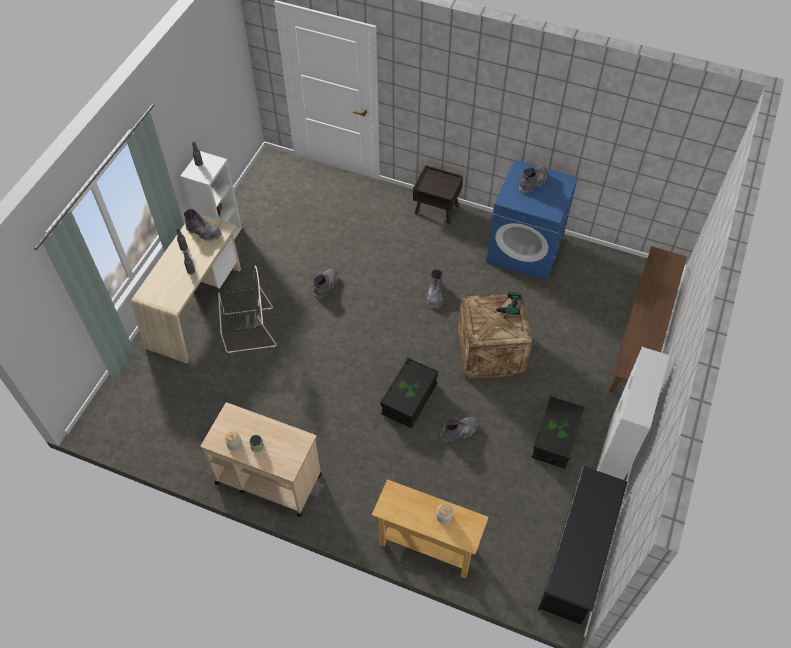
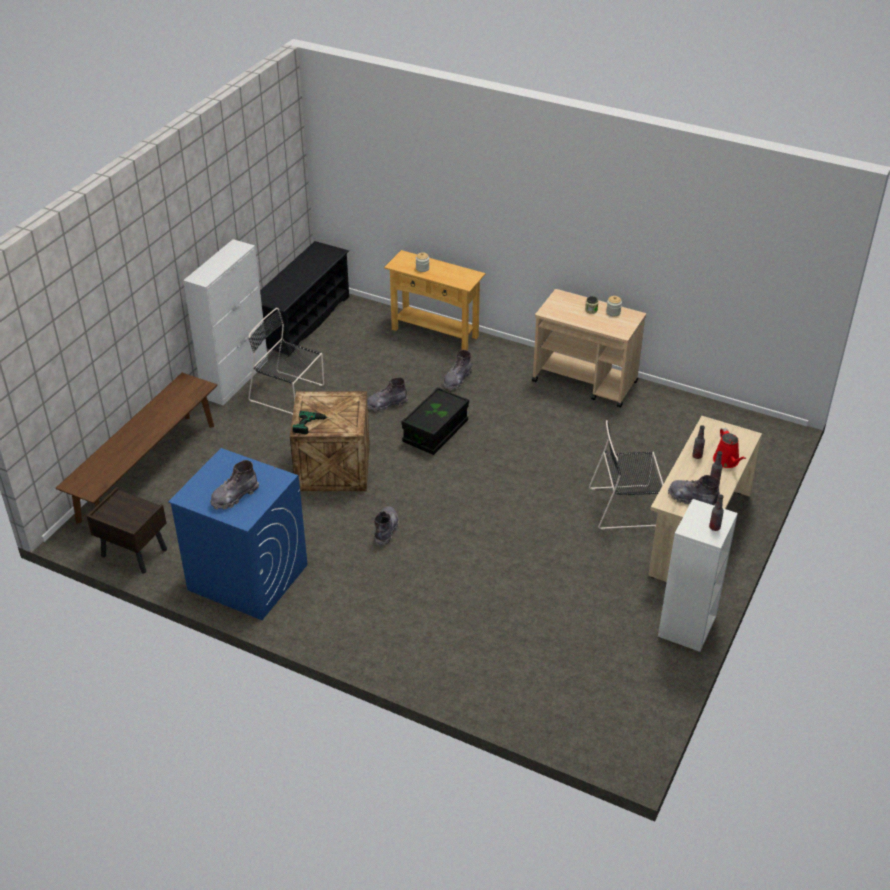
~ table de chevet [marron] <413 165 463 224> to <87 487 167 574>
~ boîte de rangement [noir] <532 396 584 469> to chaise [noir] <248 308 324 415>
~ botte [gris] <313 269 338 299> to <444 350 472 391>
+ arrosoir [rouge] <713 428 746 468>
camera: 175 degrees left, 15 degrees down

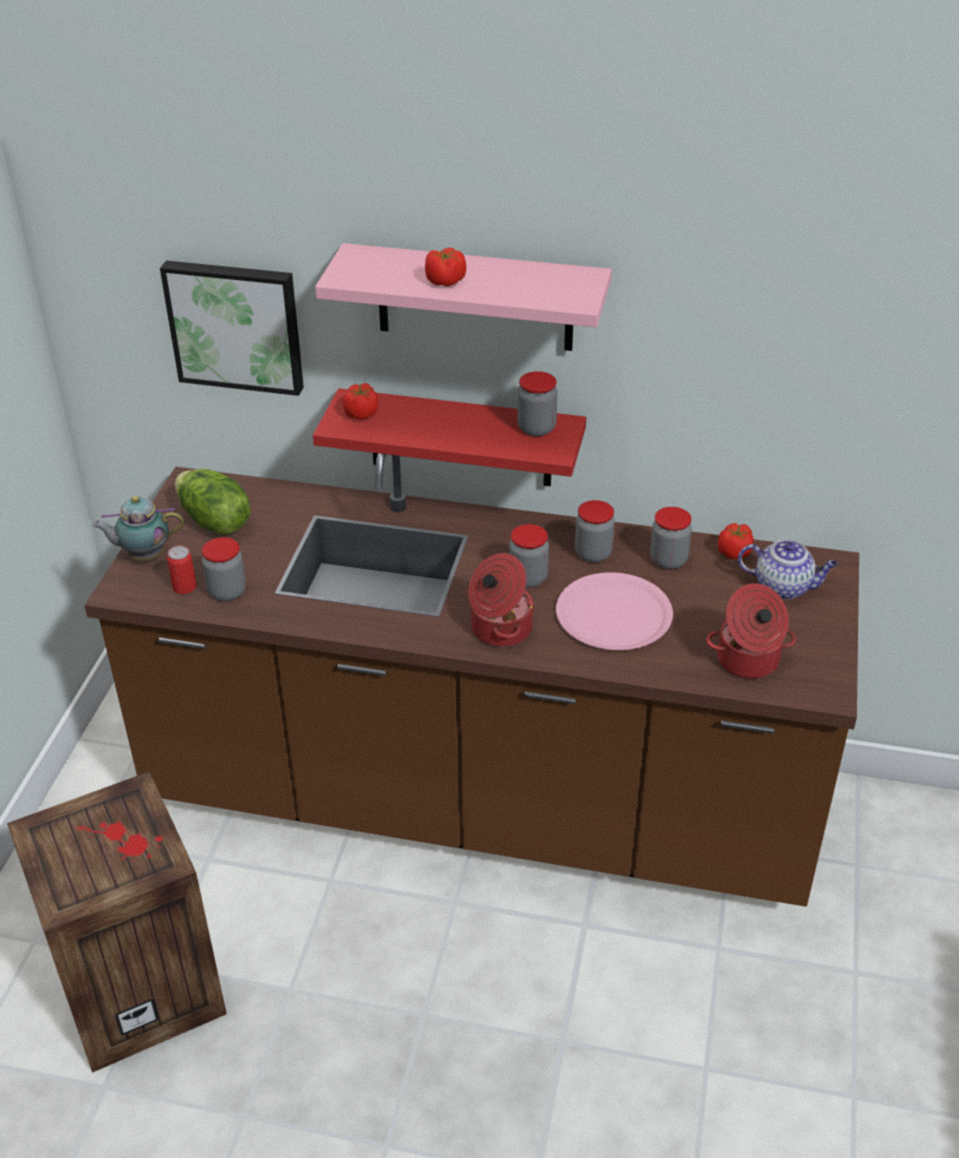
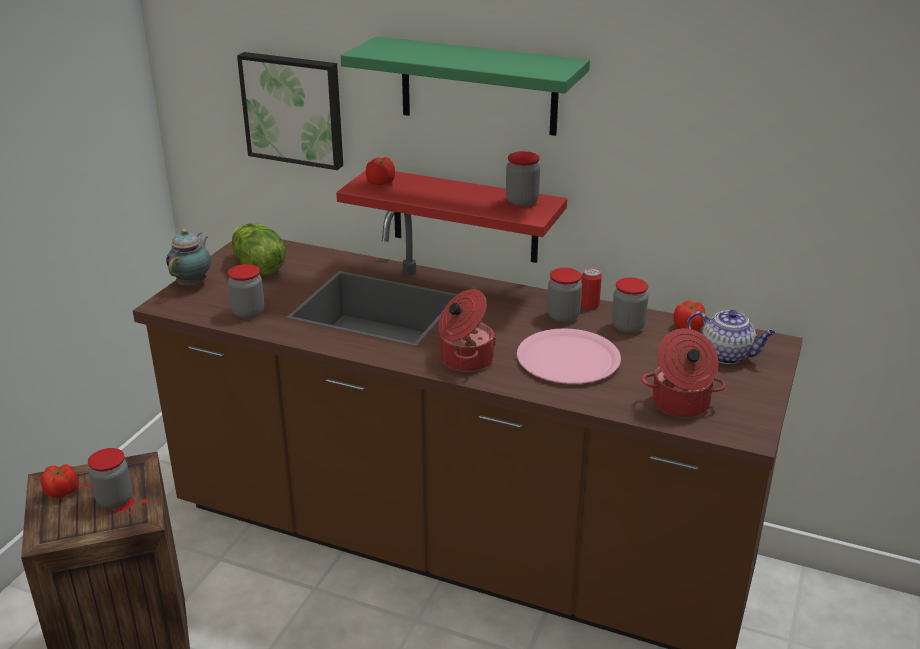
~ tomate <425 248 466 286> to <40 464 79 498>
~ bocal <509 524 549 588> to <88 448 132 509>
~ théière <92 496 184 561> = <166 229 211 287> 105 degrees clockwise
~ étagère [rose] <315 243 612 351> to étagère [vert] <341 36 590 136>
~ boîte métallique <167 546 197 594> to <581 268 602 309>
camera: 10 degrees right, 10 degrees down

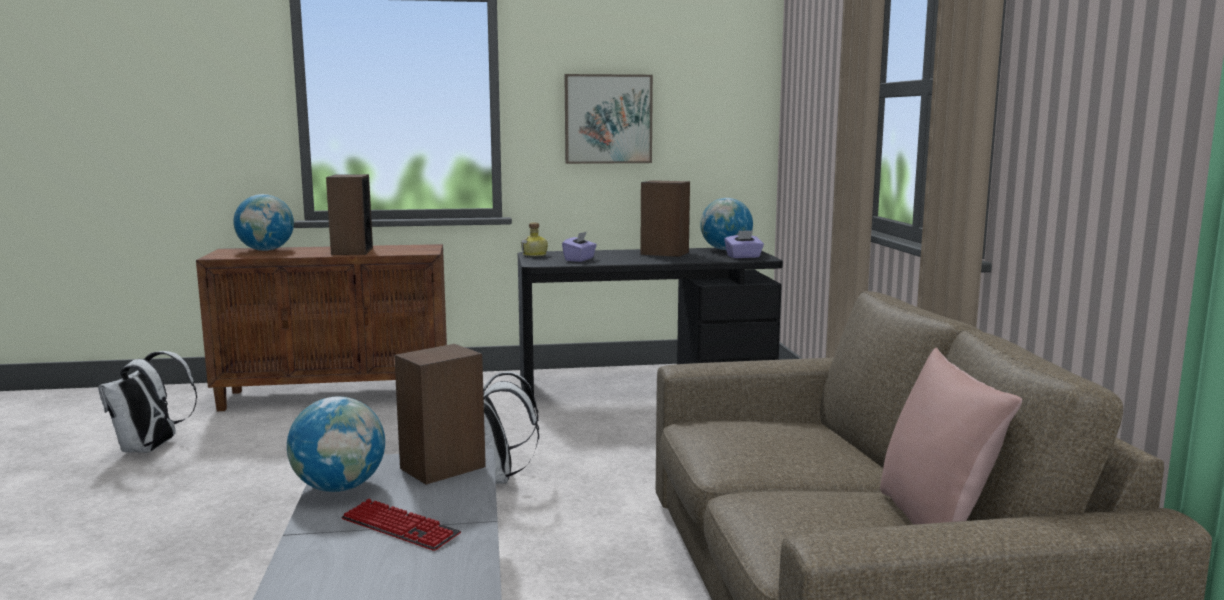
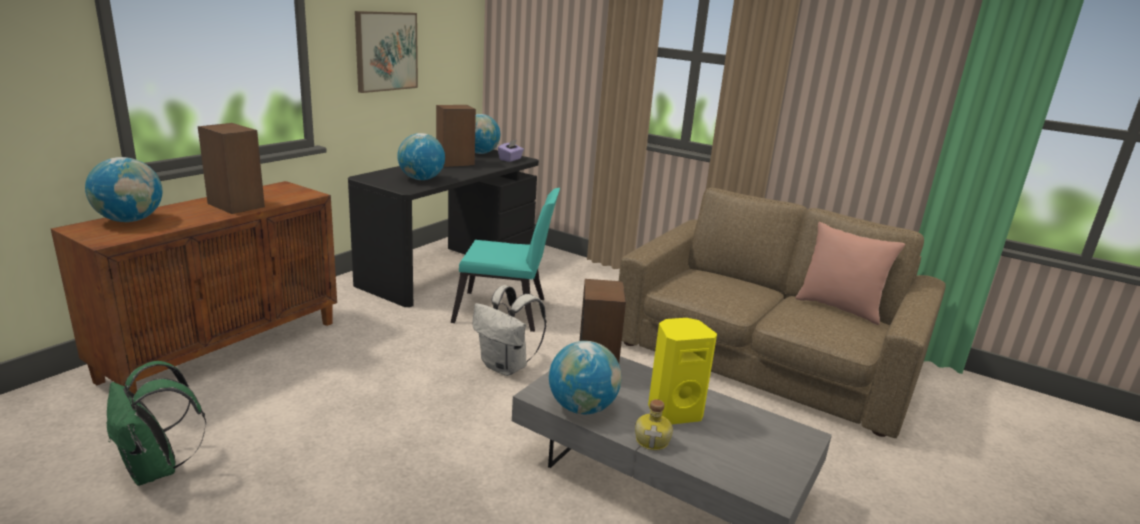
~ sac à dos [blanc] <98 351 197 453> to sac à dos [vert] <107 361 206 486>
~ boîte à mouchoirs [violet] <562 232 597 262> to globe <397 133 445 180>
+ chaise [turquoise] <450 188 560 332>
~ bouteille <521 223 548 256> to <635 399 673 450>
~ clavier <341 499 461 551> to enceinte [jaune] <648 318 717 424>
camera: 50 degrees left, 10 degrees up

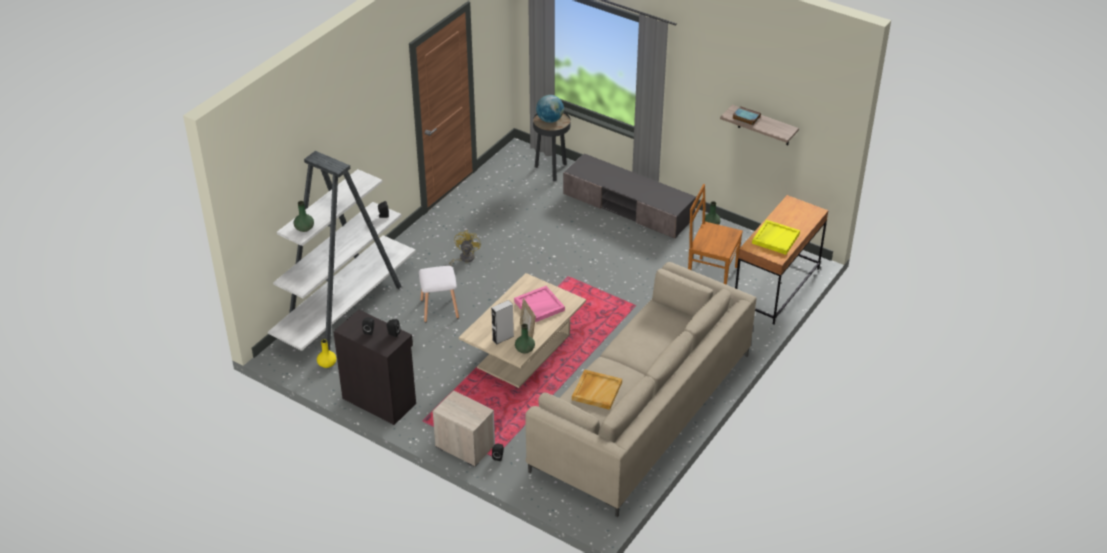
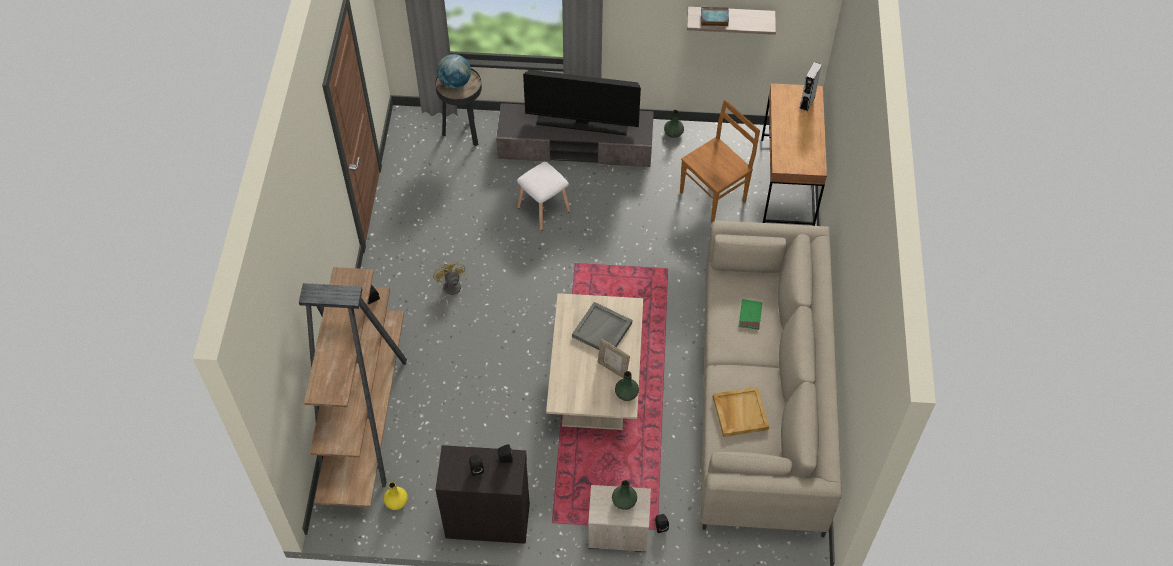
~ bibliothèque [blanc] <268 151 416 351> to bibliothèque [marron] <299 267 407 507>
~ tabouret [blanc] <419 266 459 322> to <517 162 570 231>
+ téléviseur <523 70 641 135>
~ plateau [rose] <514 286 565 322> to plateau [gris] <572 302 632 350>
~ vase [vert] <294 201 314 232> to <612 480 637 510>
~ chaise [marron] <688 184 743 285> = <680 99 760 223> 150 degrees clockwise
+ livre [vert] <738 299 762 330>
~ enceinte [gris] <491 300 514 345> to <799 62 822 111>
- plateau [jaune] <752 220 800 255>
camera: 30 degrees left, 15 degrees up

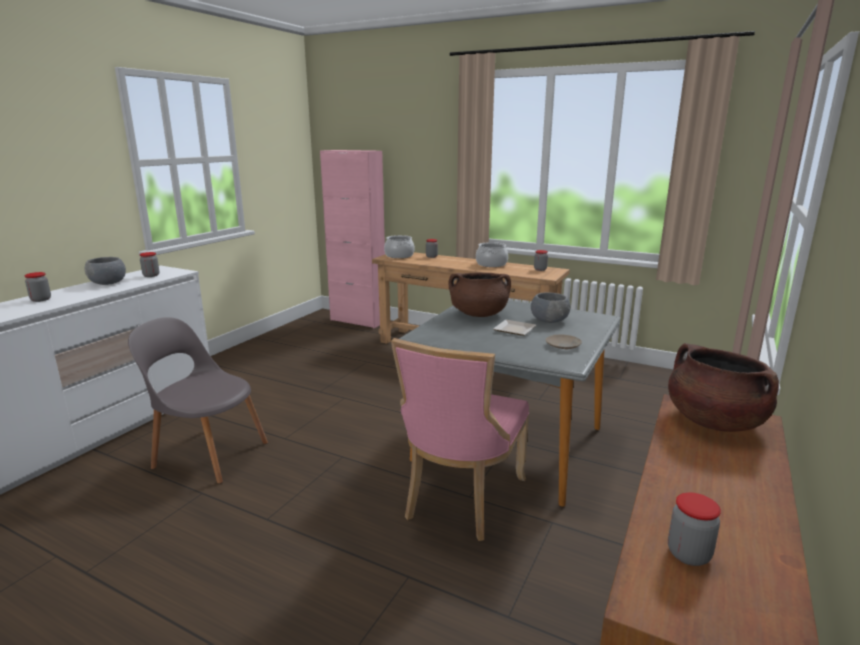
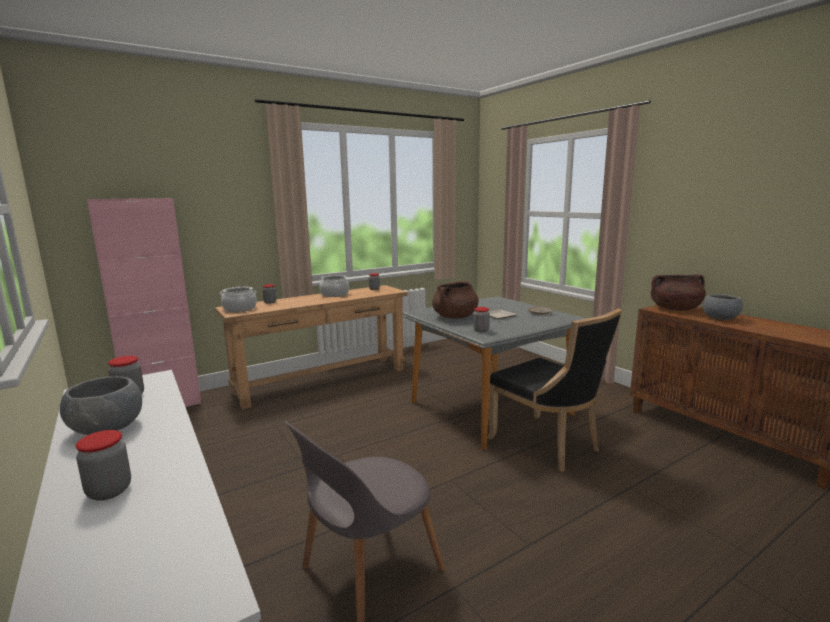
~ bocal <668 492 721 566> to <473 307 490 332>
~ chaise [rose] <391 338 529 541> to chaise [noir] <487 309 622 472>
~ bol [gris] <531 292 570 323> to <703 294 743 320>
camera: 60 degrees left, 5 degrees down

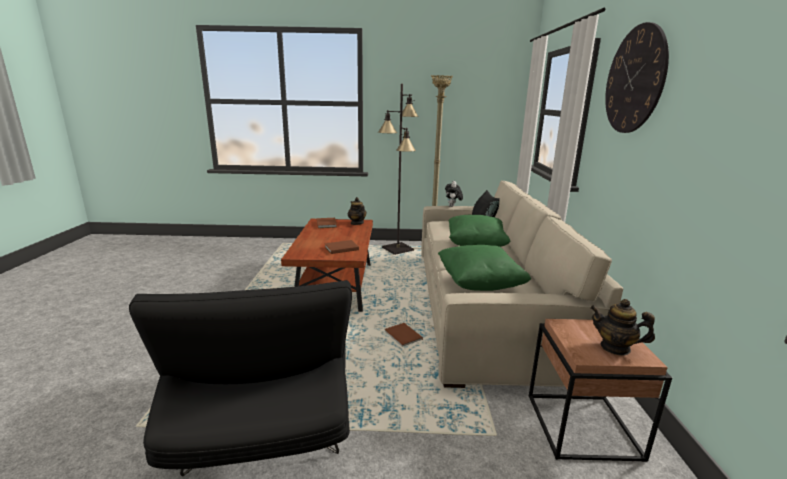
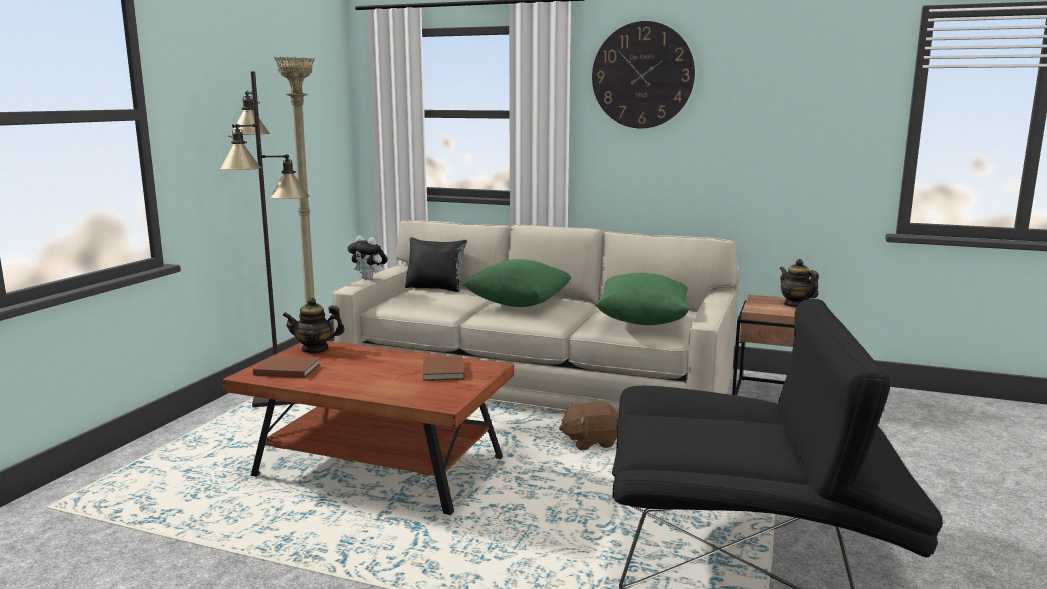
~ livre [marron] <384 323 423 347> to peluche [marron] <559 401 619 450>
~ théière <590 299 655 356> = <779 259 819 307> 105 degrees clockwise
camera: 70 degrees left, 5 degrees down

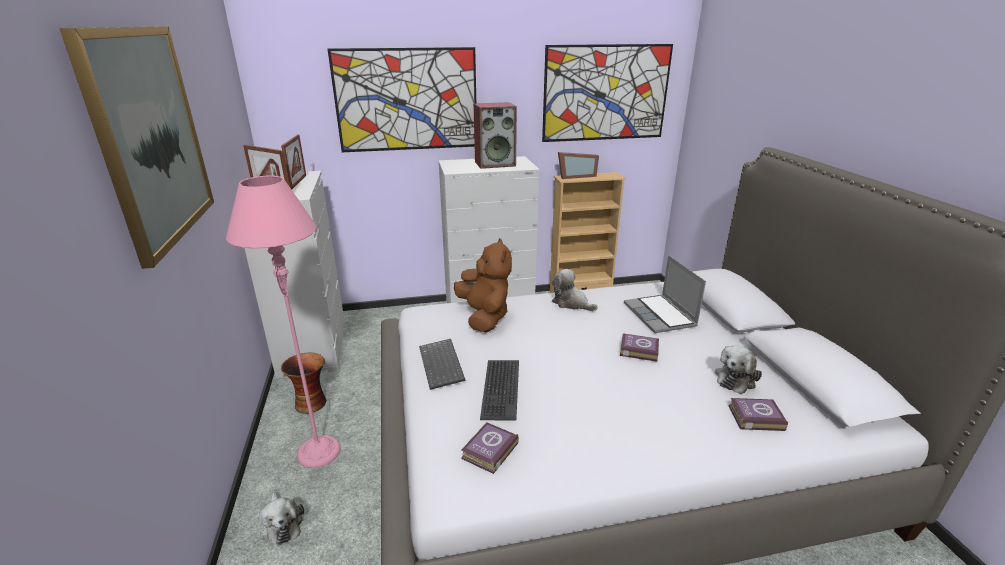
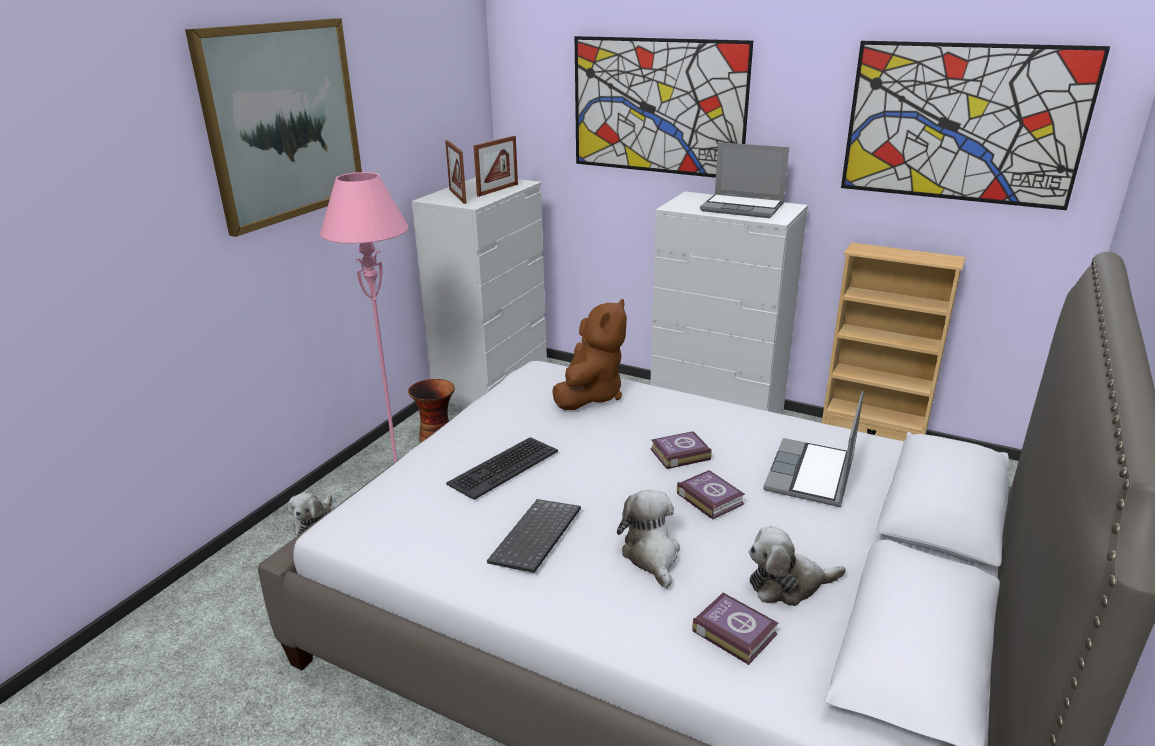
~ clavier <419 339 465 390> to <487 499 581 573>
~ peluche <552 269 598 311> to <617 490 680 589>
~ livre <461 422 519 474> to <651 431 712 469>
~ enceinte <474 102 517 169> to ordinateur portable <700 142 789 218>
- cadre photo <558 152 599 179>
camera: 40 degrees right, 0 degrees up

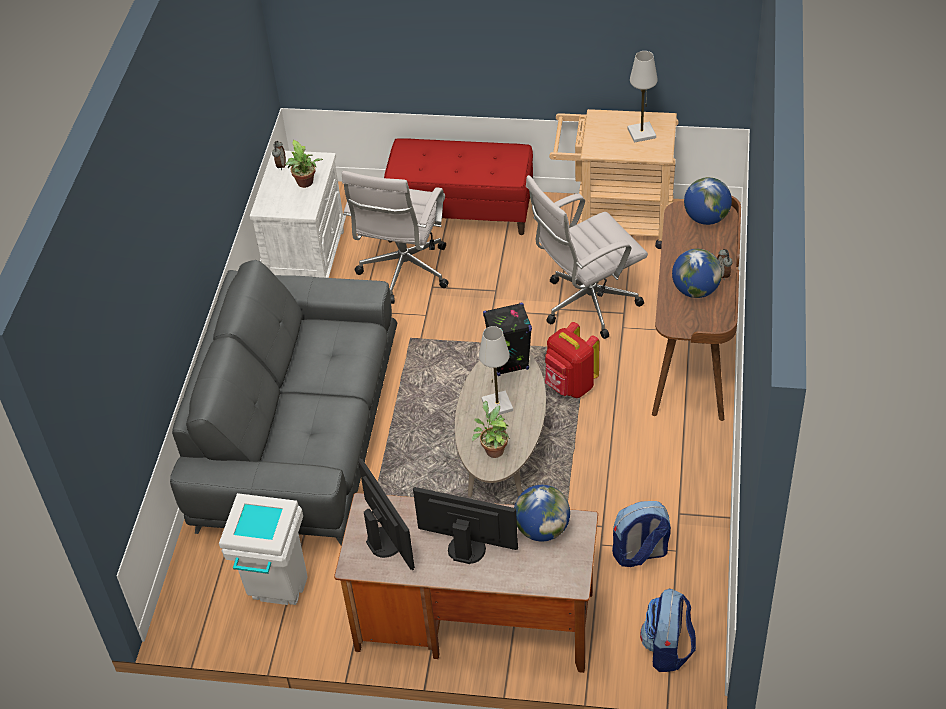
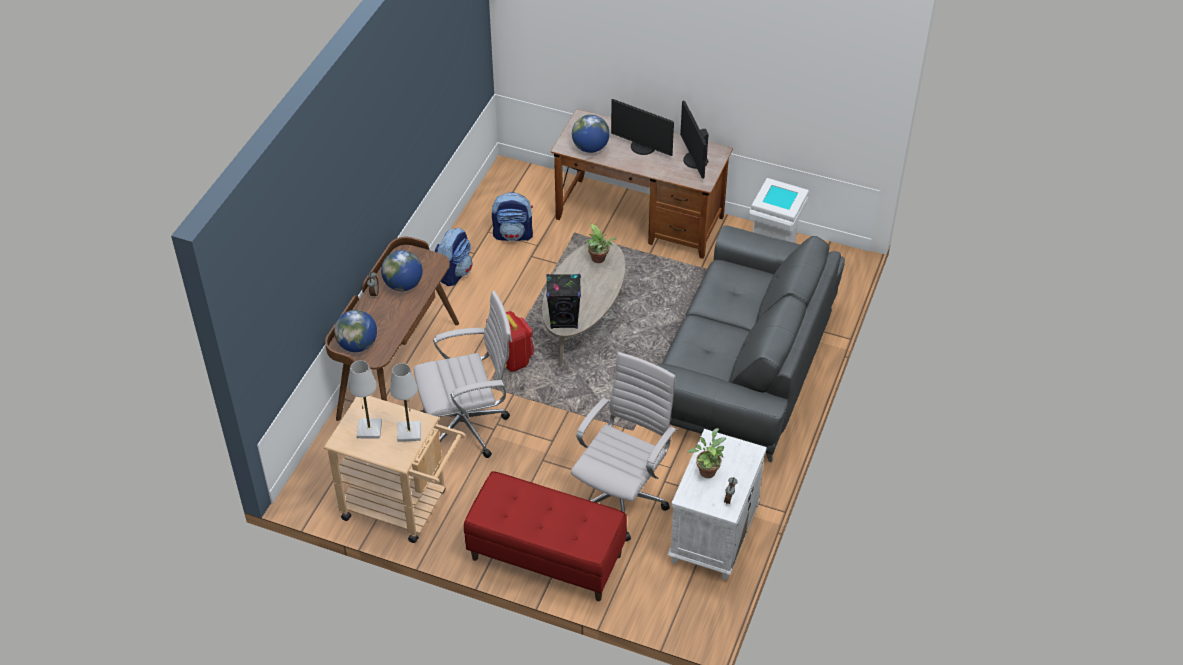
~ lampe de table [blanc] <479 326 513 415> to <390 363 421 442>
~ sac à dos <640 589 696 672> to <435 228 473 286>
camera: 170 degrees left, 0 degrees up

